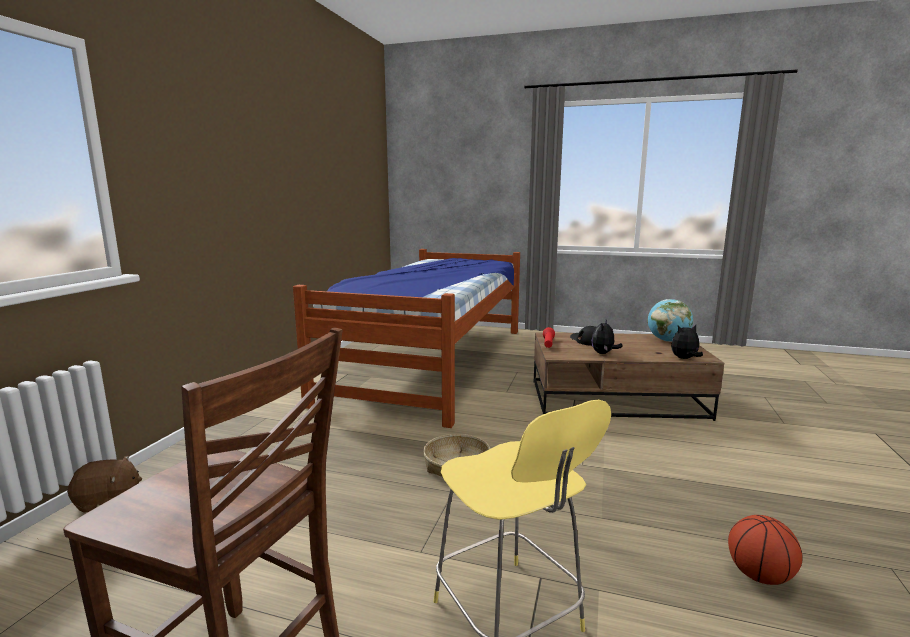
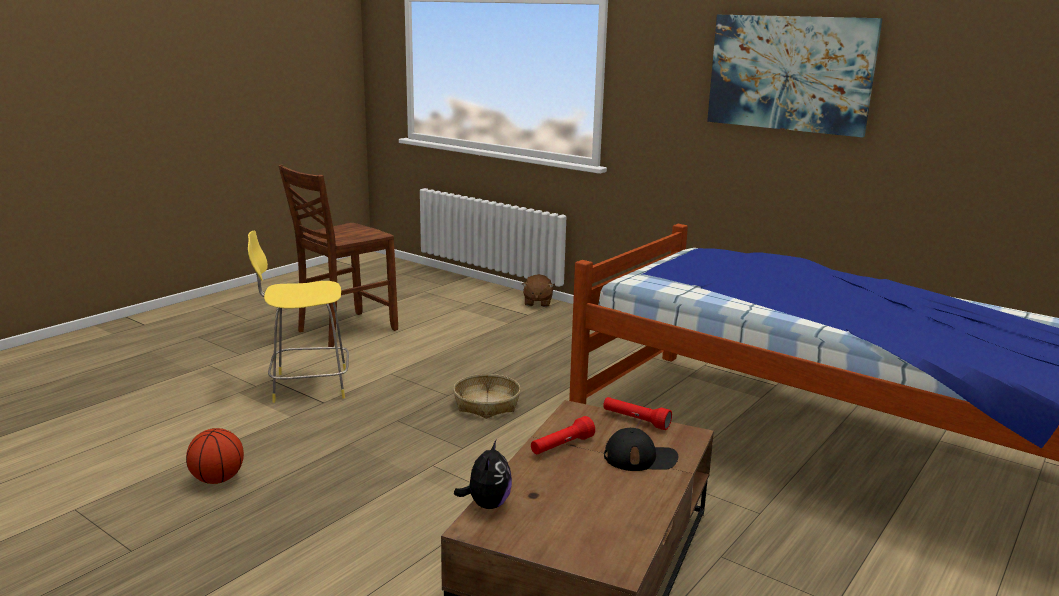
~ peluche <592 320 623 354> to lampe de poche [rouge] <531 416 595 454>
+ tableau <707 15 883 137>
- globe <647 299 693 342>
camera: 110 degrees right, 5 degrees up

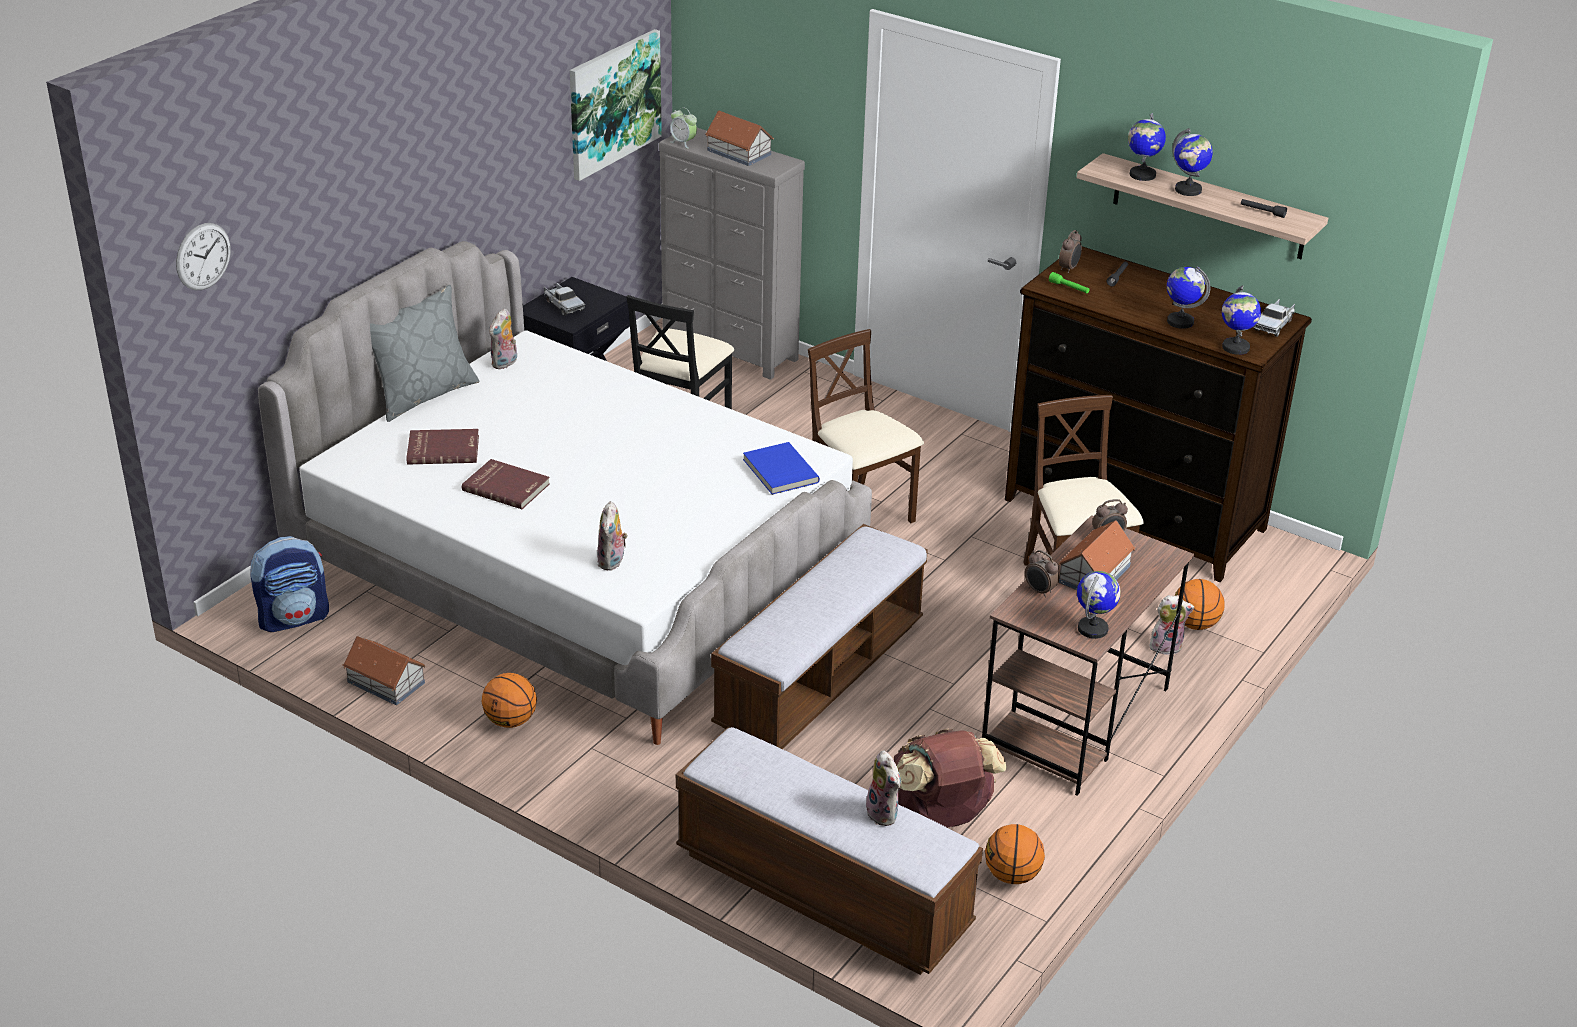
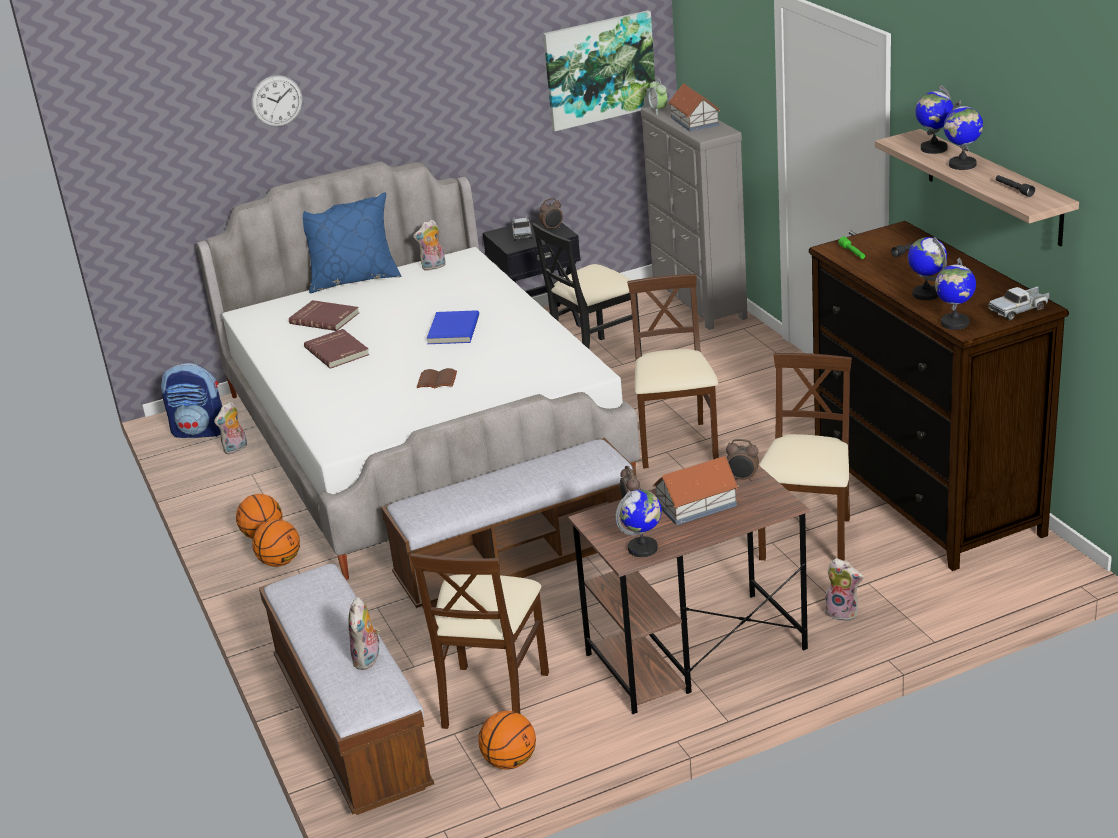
~ peluche <597 501 628 570> to <214 401 247 454>
~ horloge murale <176 223 231 290> to <251 75 303 127>
~ ballon de basket <1175 579 1224 630> to <252 519 300 567>
~ coussin [gris] <370 285 480 422> to coussin [bleu] <303 192 401 293>
~ sac à dos [marron] <894 728 1007 828> to chaise [beige] <410 553 549 729>
+ livre [marron] <417 368 457 388>
~ livre [bleu] <743 442 820 495> to <427 310 479 344>
~ réveil <1059 230 1082 273> to <539 198 563 231>
- maison miniature <343 636 426 705>
camera: 35 degrees right, 5 degrees down

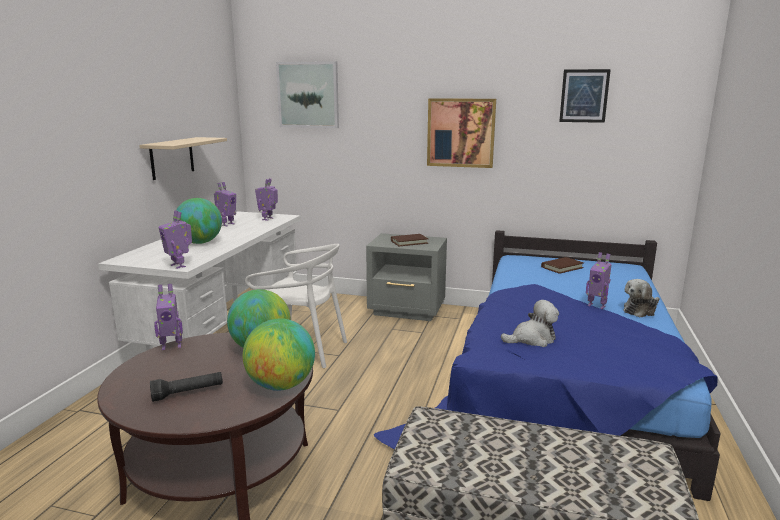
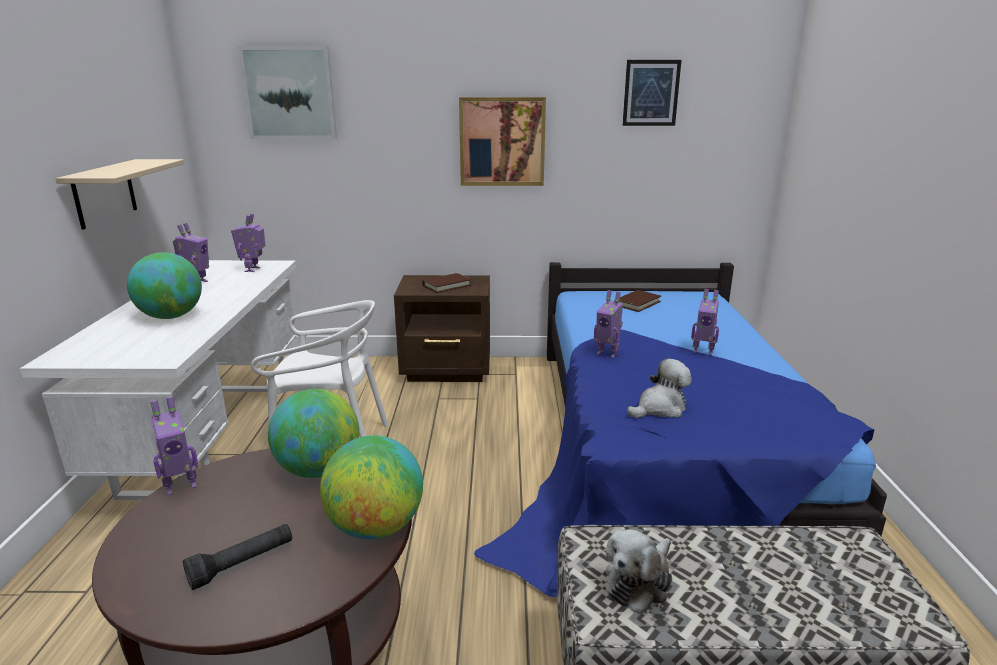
~ table de chevet [gris] <366 233 447 321> to table de chevet [marron] <394 275 490 382>
~ robot jouet <158 210 192 269> to <594 290 623 358>
~ peluche <623 279 660 317> to <606 530 672 614>
camera: 15 degrees left, 5 degrees up

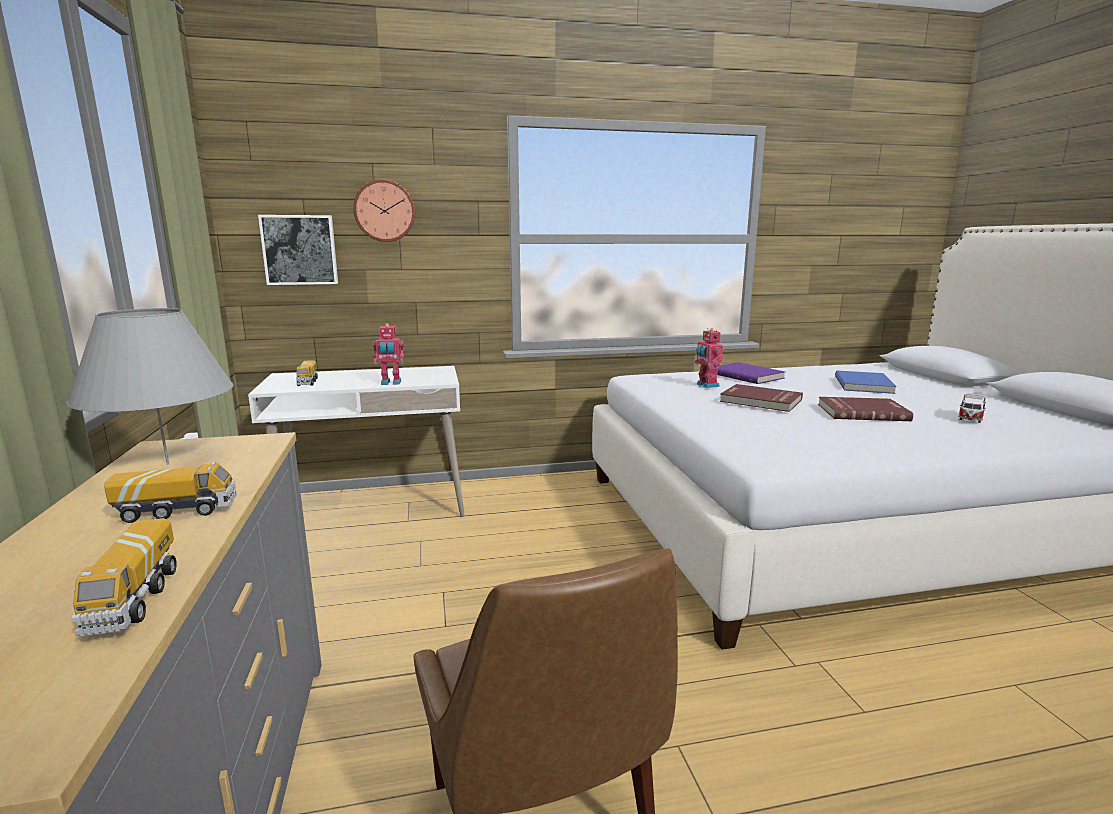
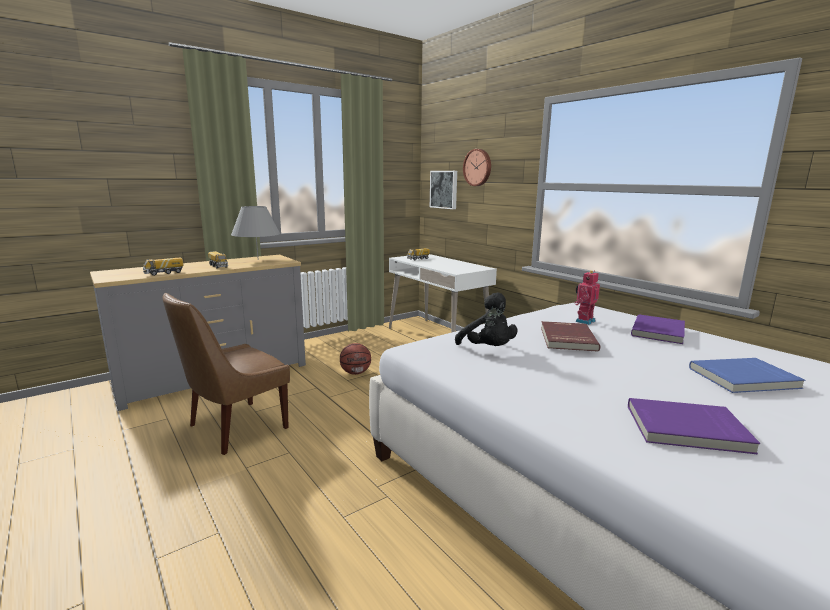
+ ballon de basket <340 343 371 375>
+ peluche [noir] <455 292 517 346>
~ petite voiture <958 393 986 423> to livre [violet] <628 398 760 454>
- robot jouet <373 323 405 385>
- livre [rouge] <818 397 913 421>
camera: 65 degrees right, 0 degrees up

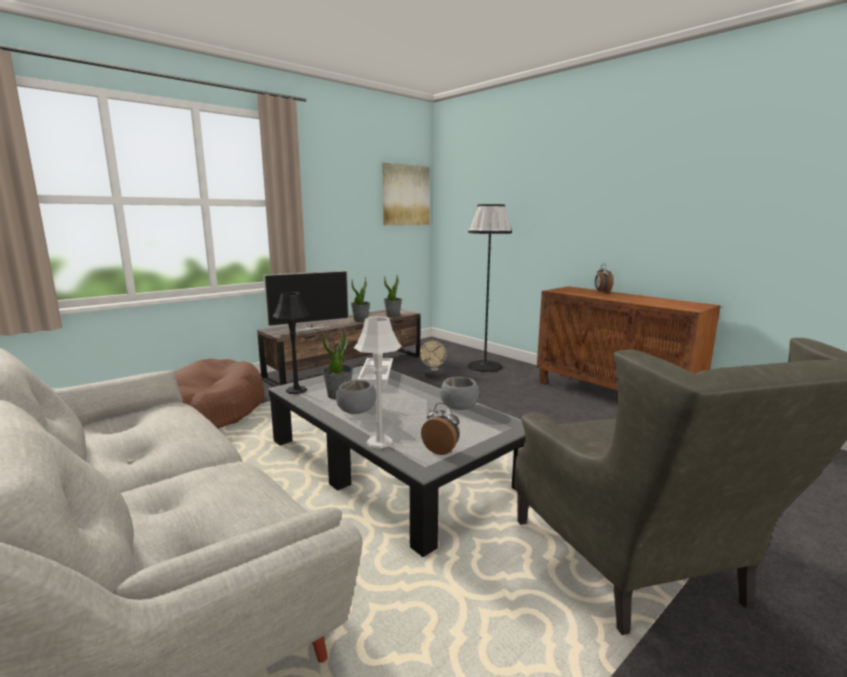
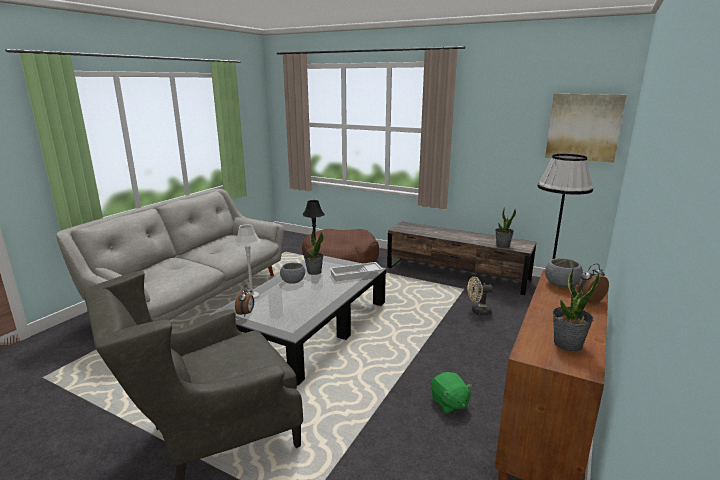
+ peluche [vert] <431 372 473 414>
~ bol [gris] <440 377 480 410> to <545 258 583 288>
~ plante en pot <351 277 370 322> to <553 266 600 352>
- téléviseur <264 270 349 331>
camera: 70 degrees right, 5 degrees up

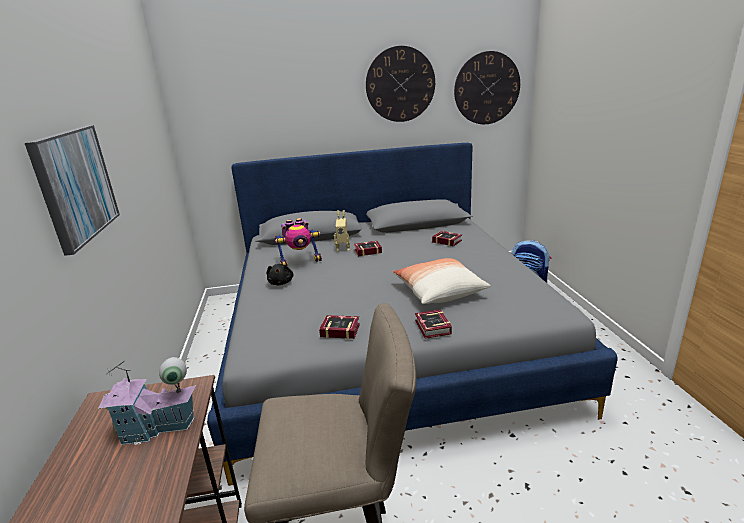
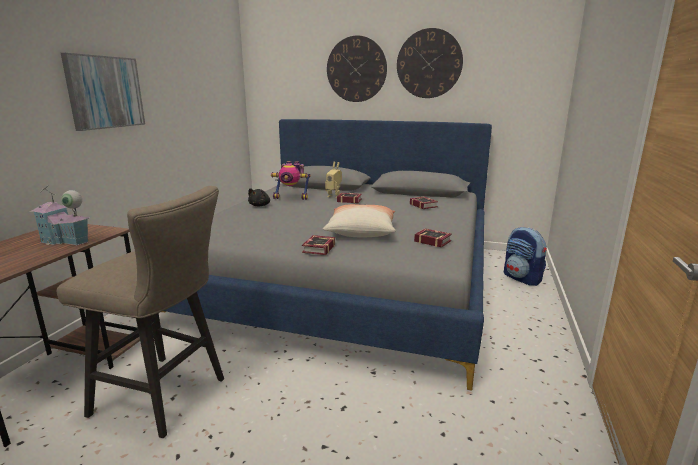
~ horloge murale <454 51 520 124> to <327 35 387 102>
~ livre <319 315 360 339> to <414 229 452 247>
camera: 25 degrees right, 5 degrees down

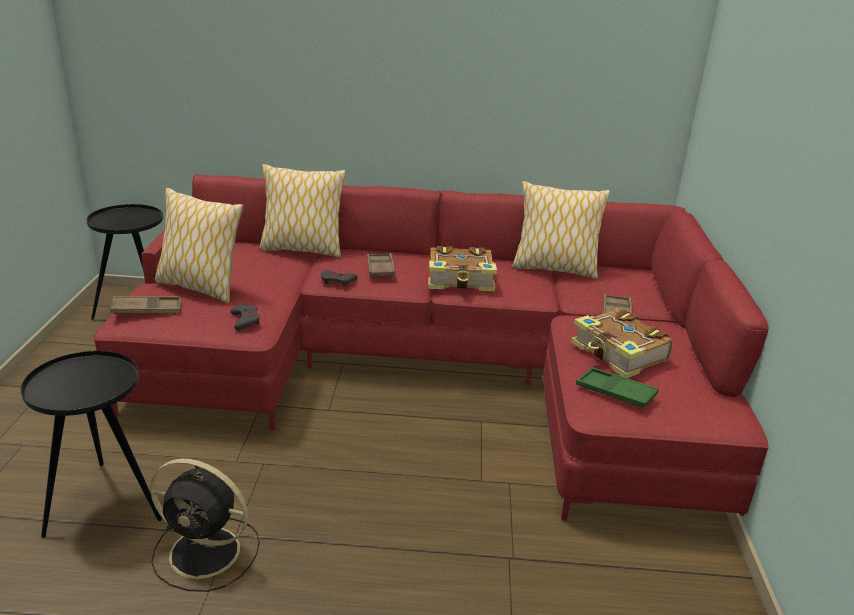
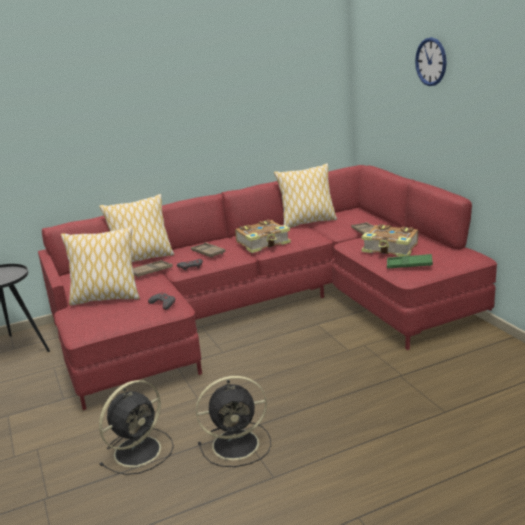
~ table d'appoint [noir] <21 351 162 538> to ventilateur [noir] <99 380 174 475>
~ plateau [marron] <111 296 181 315> to <133 260 173 278>
+ horloge murale <415 37 447 86>
camera: 25 degrees left, 5 degrees down

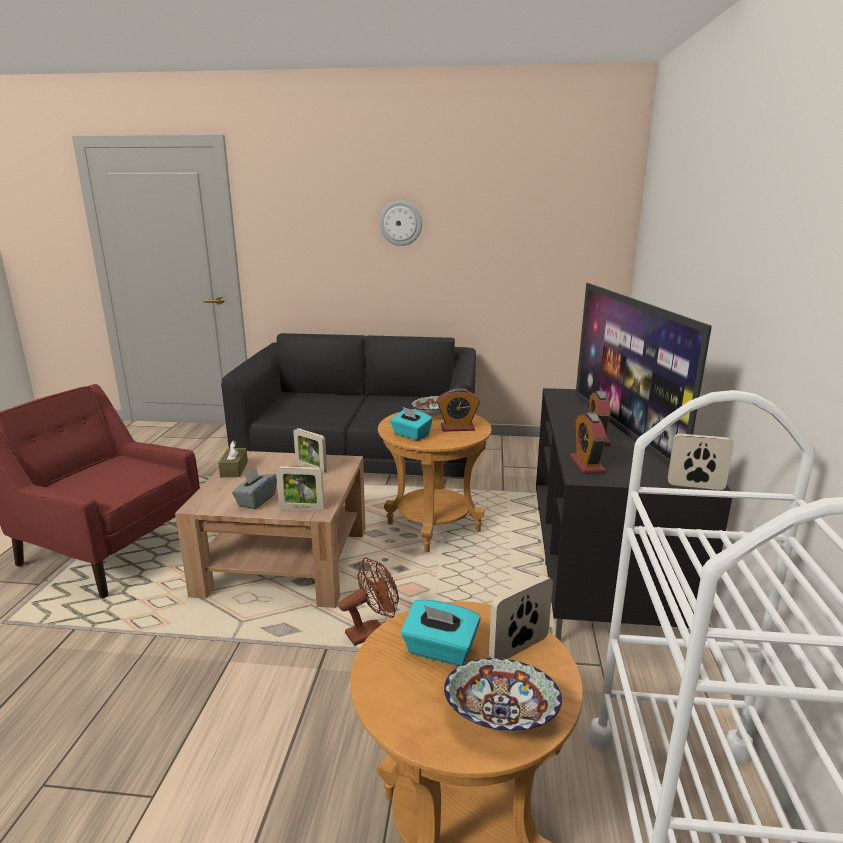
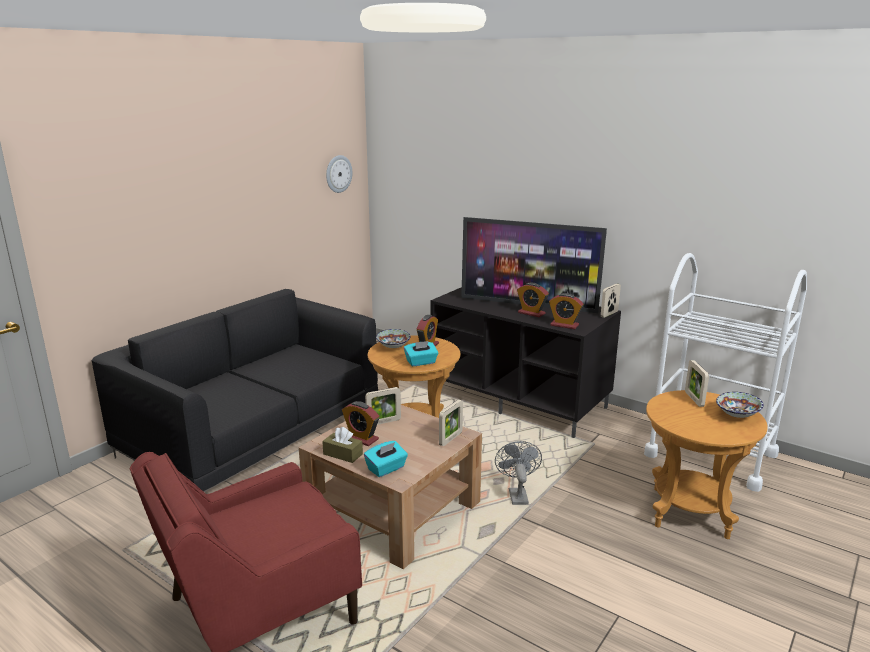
~ horloge murale <379 201 422 246> to <326 155 352 193>
+ réveil <342 401 379 446>
~ boîte à mouchoirs [turquoise] <401 599 481 666> to <364 441 408 477>
~ ventilateur [marron] <339 558 399 646> to ventilateur [gris] <495 441 542 505>
- boîte à mouchoirs [gris] <232 467 277 509>
camera: 60 degrees left, 0 degrees up

